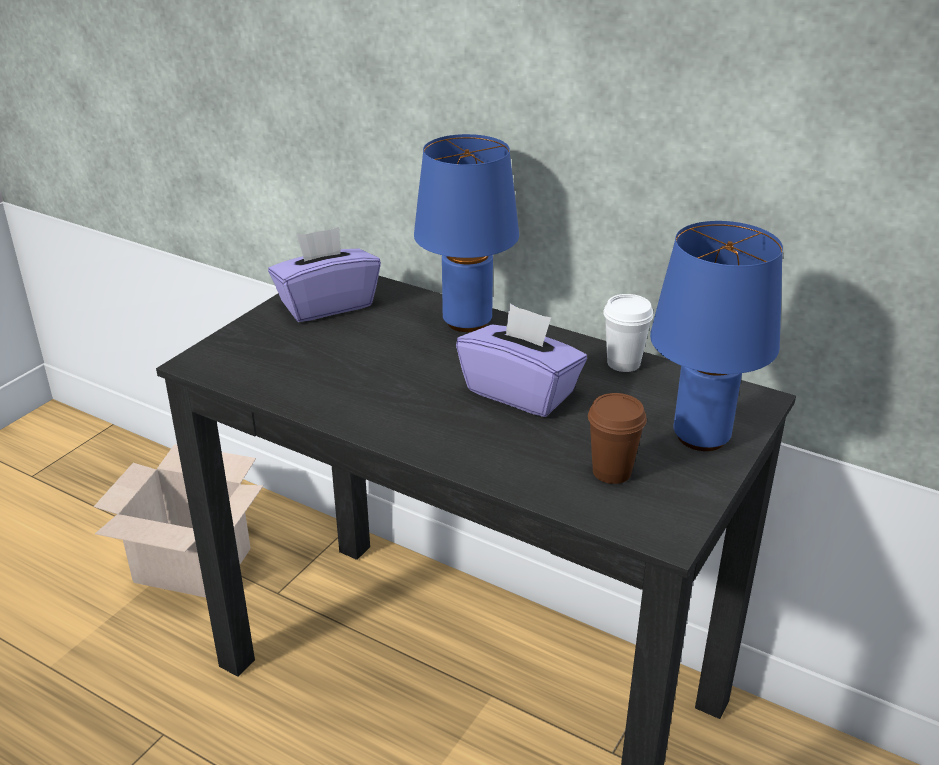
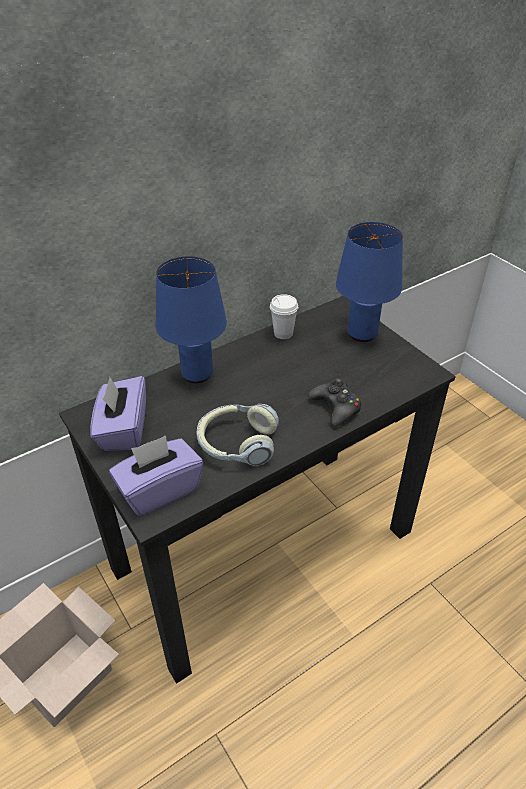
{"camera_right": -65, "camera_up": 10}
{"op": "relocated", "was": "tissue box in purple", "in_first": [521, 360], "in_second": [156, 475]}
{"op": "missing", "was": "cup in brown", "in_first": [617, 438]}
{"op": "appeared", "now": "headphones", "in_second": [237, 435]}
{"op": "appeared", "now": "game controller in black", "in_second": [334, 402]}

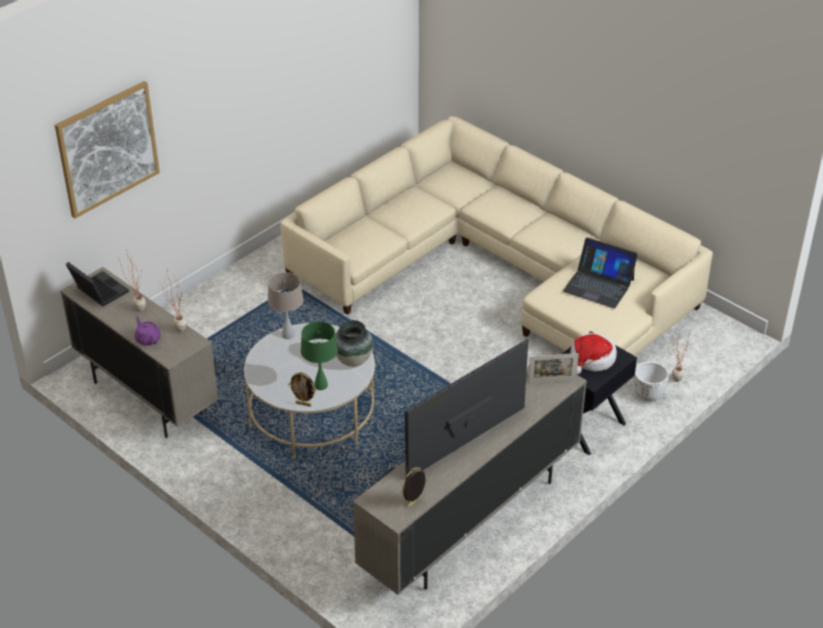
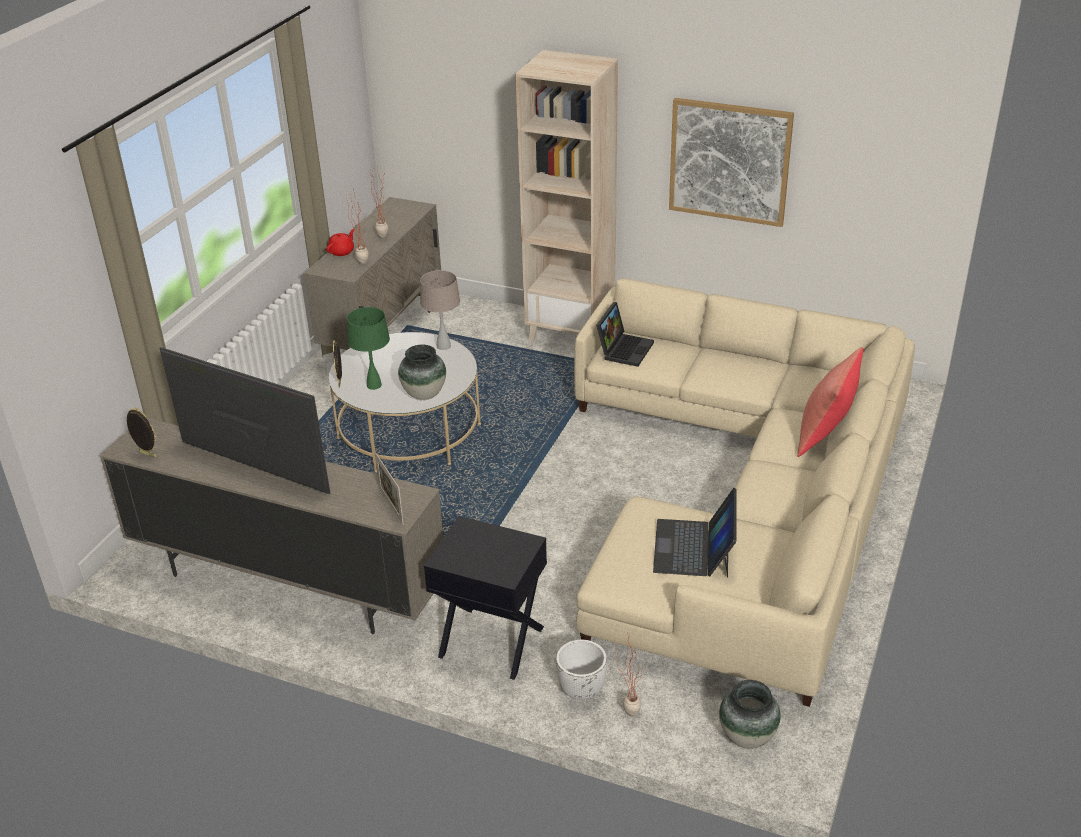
{"camera_right": 70, "camera_up": -5}
{"op": "relocated", "was": "picture", "in_first": [107, 149], "in_second": [731, 162]}
{"op": "relocated", "was": "laptop", "in_first": [97, 284], "in_second": [625, 334]}
{"op": "colour", "was": "teapot in purple", "now": "teapot in red", "in_first": [148, 331], "in_second": [340, 242]}
{"op": "missing", "was": "hat", "in_first": [593, 354]}
{"op": "appeared", "now": "bookcase in beige", "in_second": [566, 196]}
{"op": "appeared", "now": "vase", "in_second": [750, 714]}
{"op": "appeared", "now": "pillow in red", "in_second": [830, 402]}

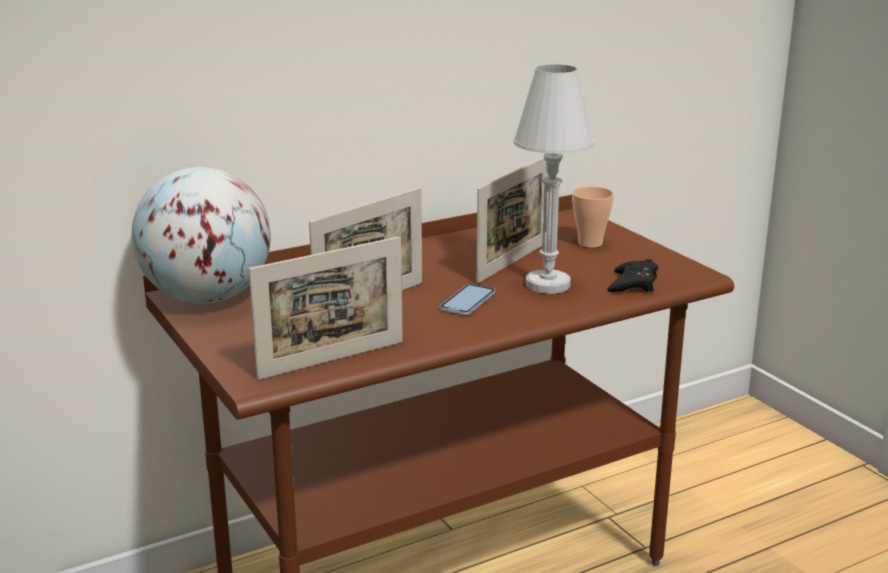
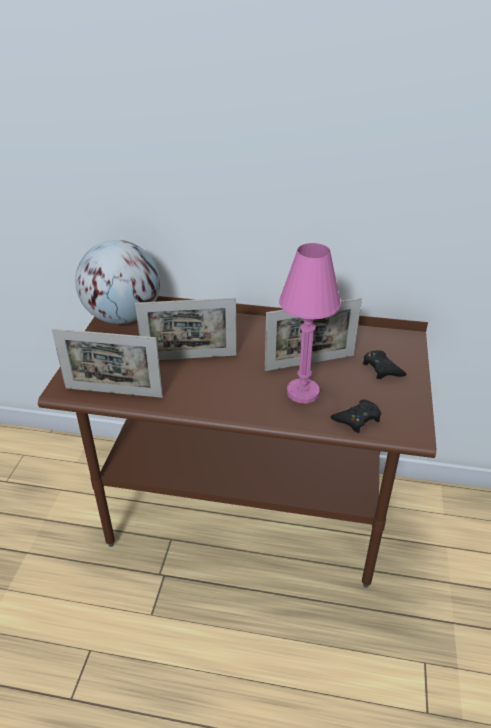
{"camera_right": 40, "camera_up": 15}
{"op": "missing", "was": "phone", "in_first": [467, 299]}
{"op": "colour", "was": "table lamp in white", "now": "table lamp in pink", "in_first": [553, 179], "in_second": [310, 323]}
{"op": "exchanged", "was": "cup", "now": "game controller in black", "in_first": [593, 217], "in_second": [385, 364]}

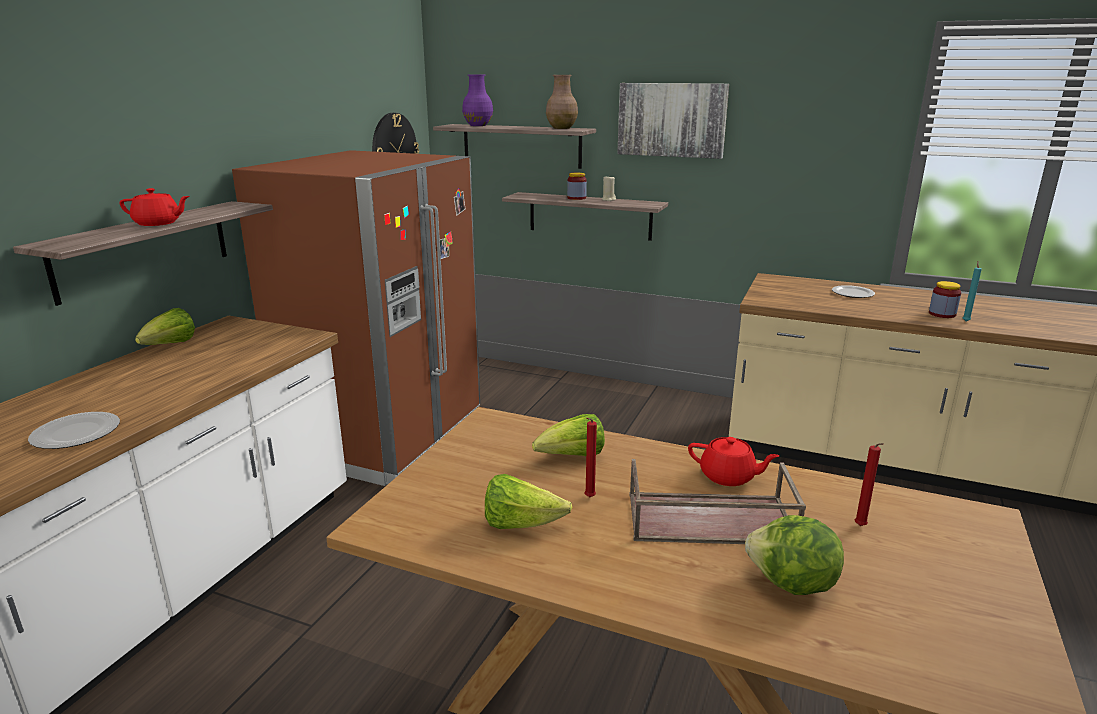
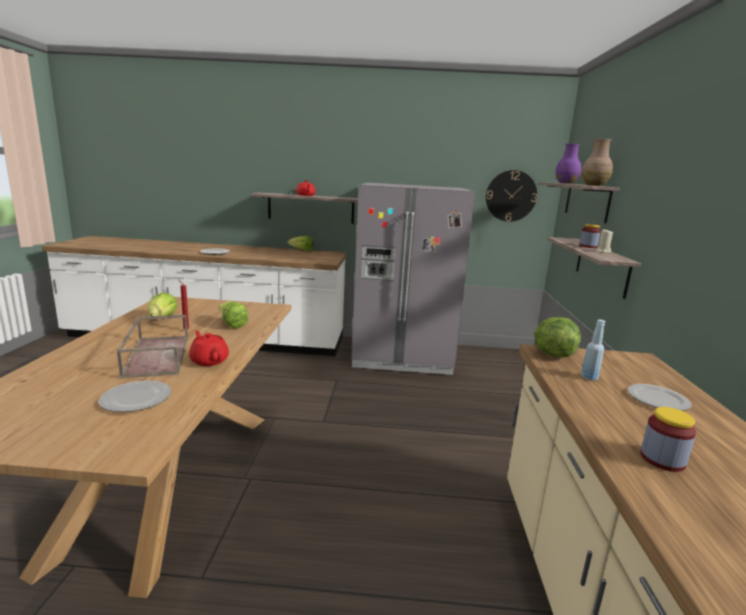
{"camera_right": 70, "camera_up": -5}
{"op": "colour", "was": "fridge in brown", "now": "fridge in grey", "in_first": [356, 318], "in_second": [413, 279]}
{"op": "missing", "was": "picture", "in_first": [673, 121]}
{"op": "spun", "was": "teapot in red", "in_first": [734, 461], "in_second": [209, 348], "clockwise": 135}
{"op": "relocated", "was": "lettuce", "in_first": [794, 555], "in_second": [558, 337]}
{"op": "exchanged", "was": "candle in red", "now": "plate", "in_first": [869, 484], "in_second": [135, 396]}
{"op": "missing", "was": "candle in turquoise", "in_first": [972, 291]}
{"op": "appeared", "now": "bottle in blue", "in_second": [593, 350]}

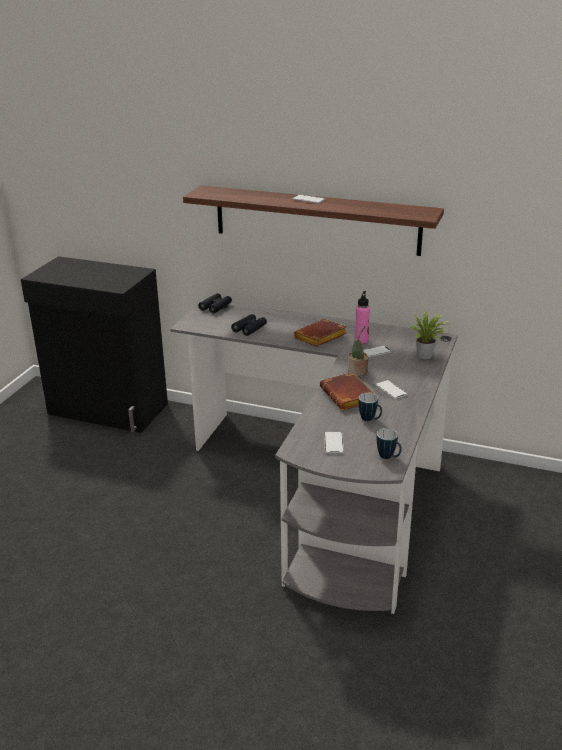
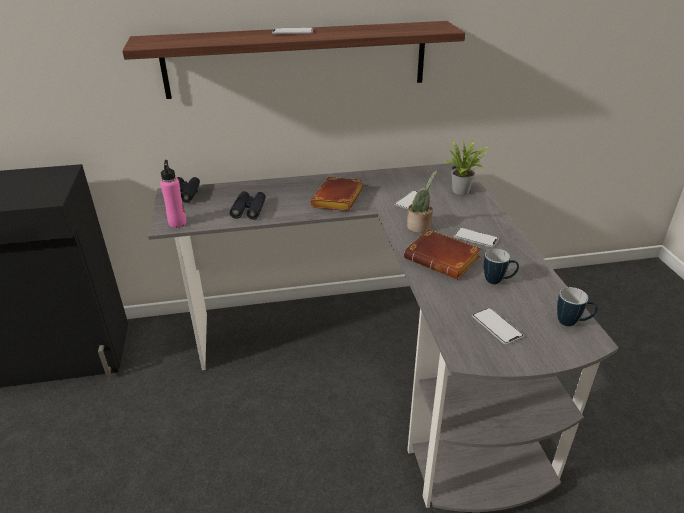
{"camera_right": -30, "camera_up": 5}
{"op": "relocated", "was": "bottle in pink", "in_first": [362, 317], "in_second": [173, 194]}

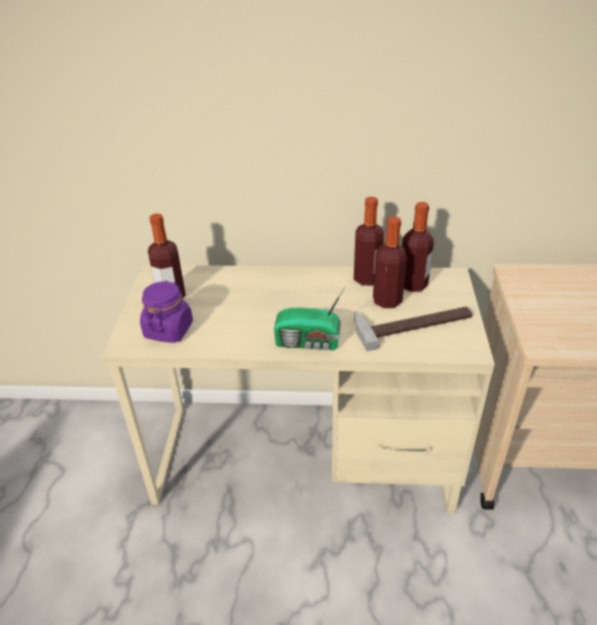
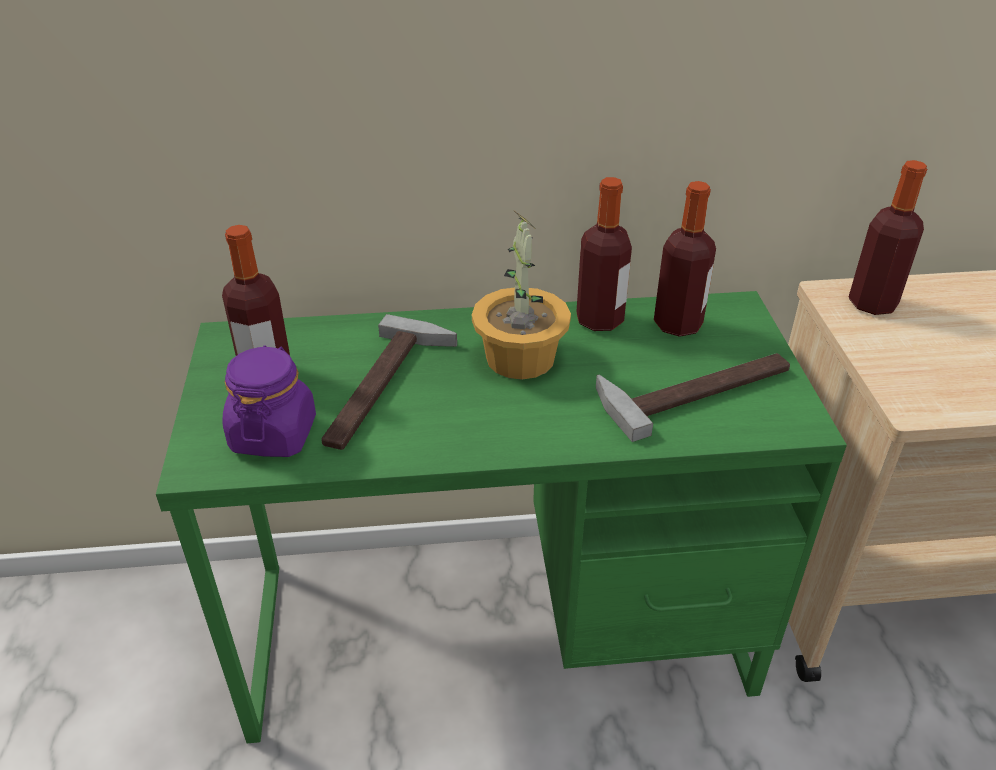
{"camera_right": -10, "camera_up": 0}
{"op": "colour", "was": "desk in beige", "now": "desk in green", "in_first": [298, 389], "in_second": [501, 517]}
{"op": "missing", "was": "radio", "in_first": [309, 318]}
{"op": "relocated", "was": "bottle", "in_first": [390, 262], "in_second": [888, 237]}
{"op": "appeared", "now": "hammer", "in_second": [389, 382]}
{"op": "appeared", "now": "potted plant", "in_second": [521, 294]}

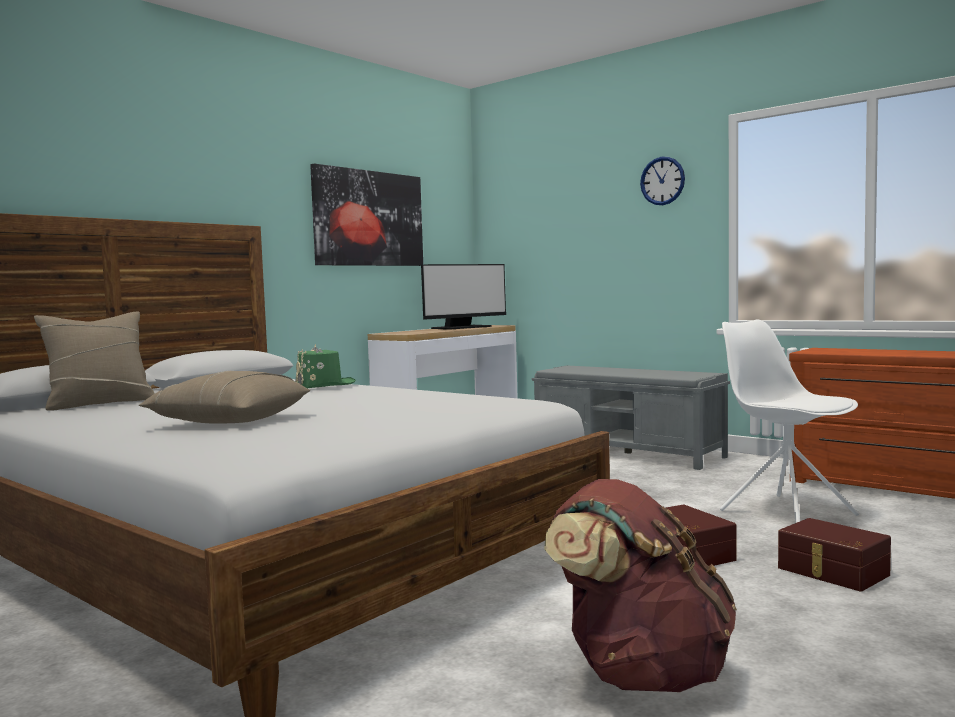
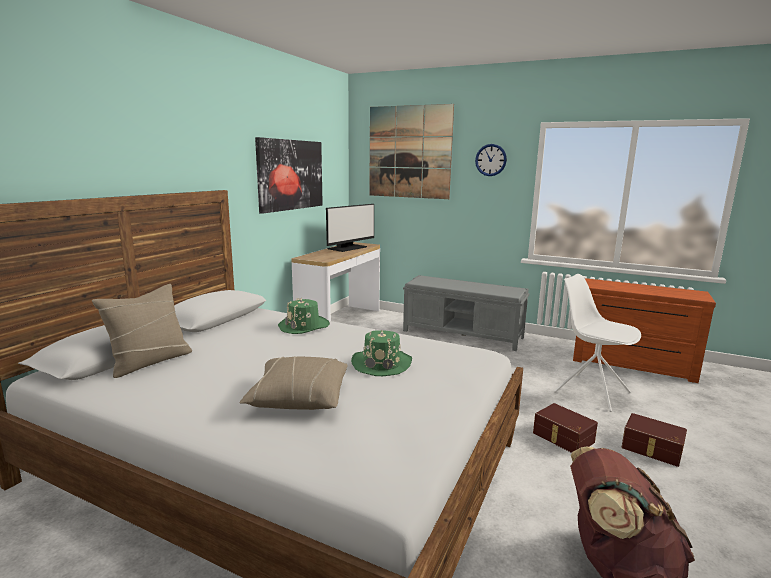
{"camera_right": -15, "camera_up": 10}
{"op": "appeared", "now": "hat in green", "in_second": [381, 353]}
{"op": "appeared", "now": "picture", "in_second": [411, 151]}

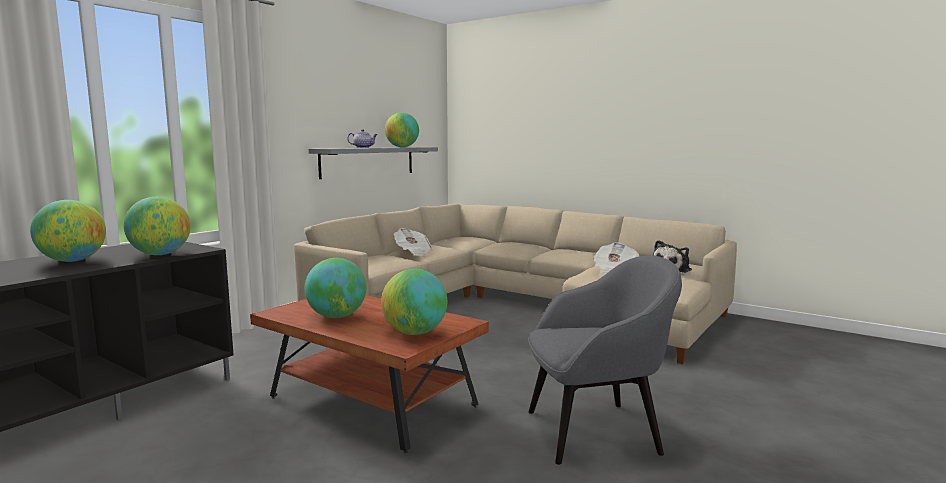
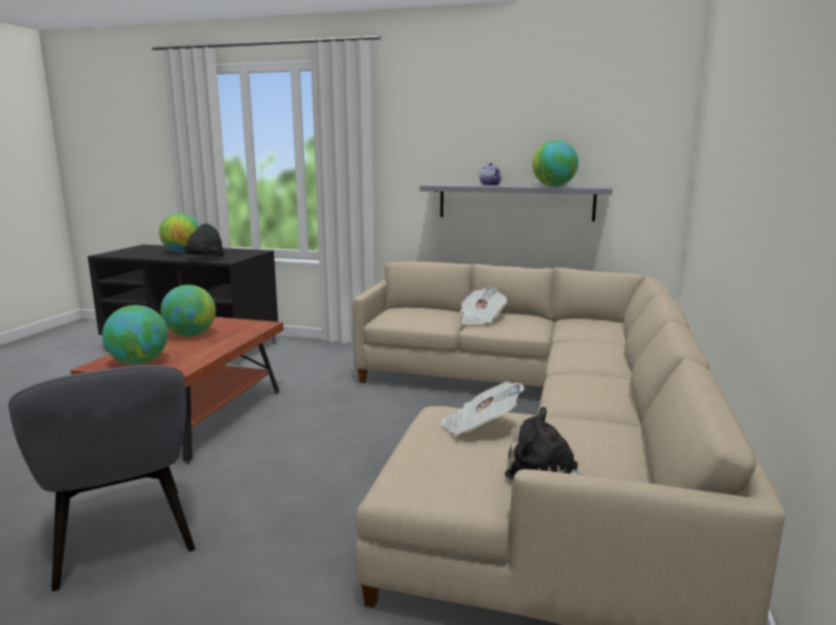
{"camera_right": 70, "camera_up": 5}
{"op": "exchanged", "was": "globe", "now": "hat in black", "in_first": [157, 226], "in_second": [203, 239]}

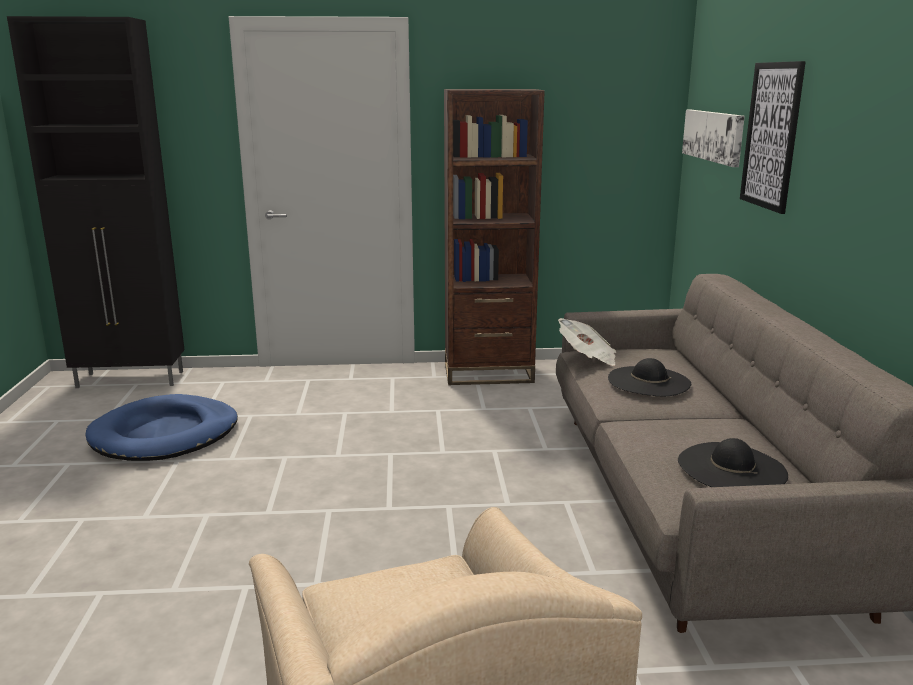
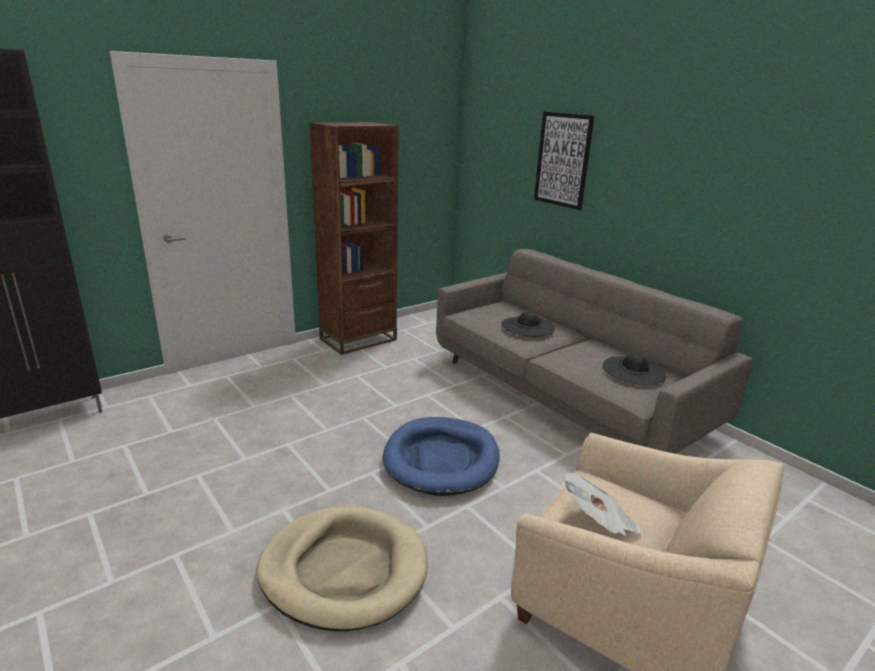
{"camera_right": -35, "camera_up": 5}
{"op": "relocated", "was": "dog bed in blue", "in_first": [161, 427], "in_second": [441, 456]}
{"op": "relocated", "was": "newspaper", "in_first": [587, 342], "in_second": [601, 504]}
{"op": "missing", "was": "picture", "in_first": [713, 138]}
{"op": "appeared", "now": "dog bed in beige", "in_second": [342, 568]}

